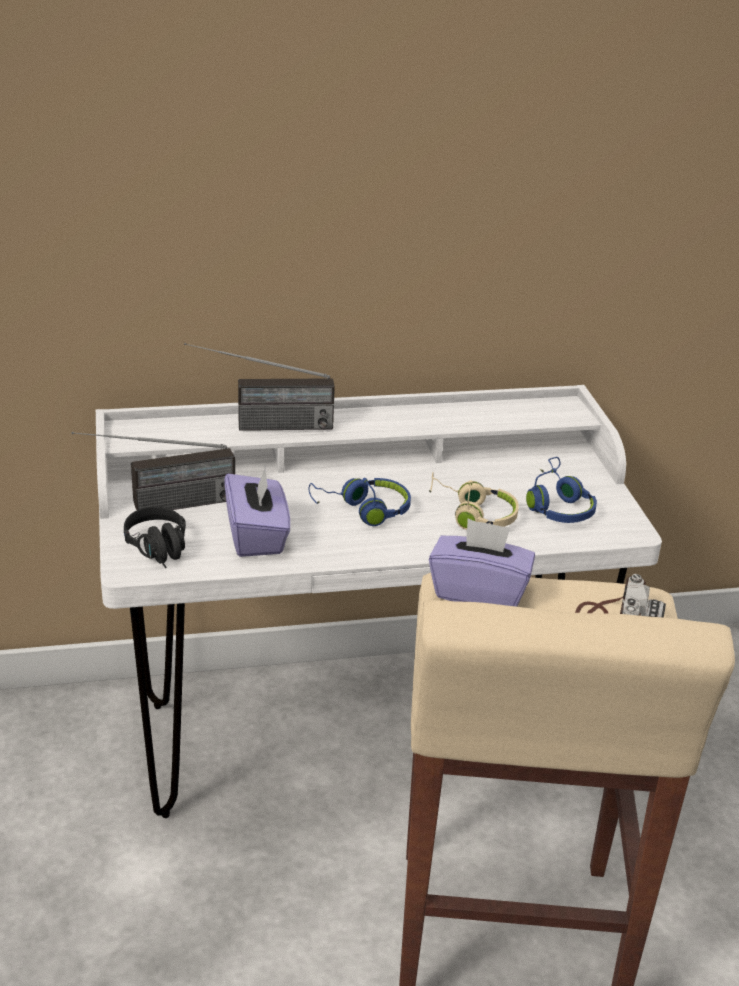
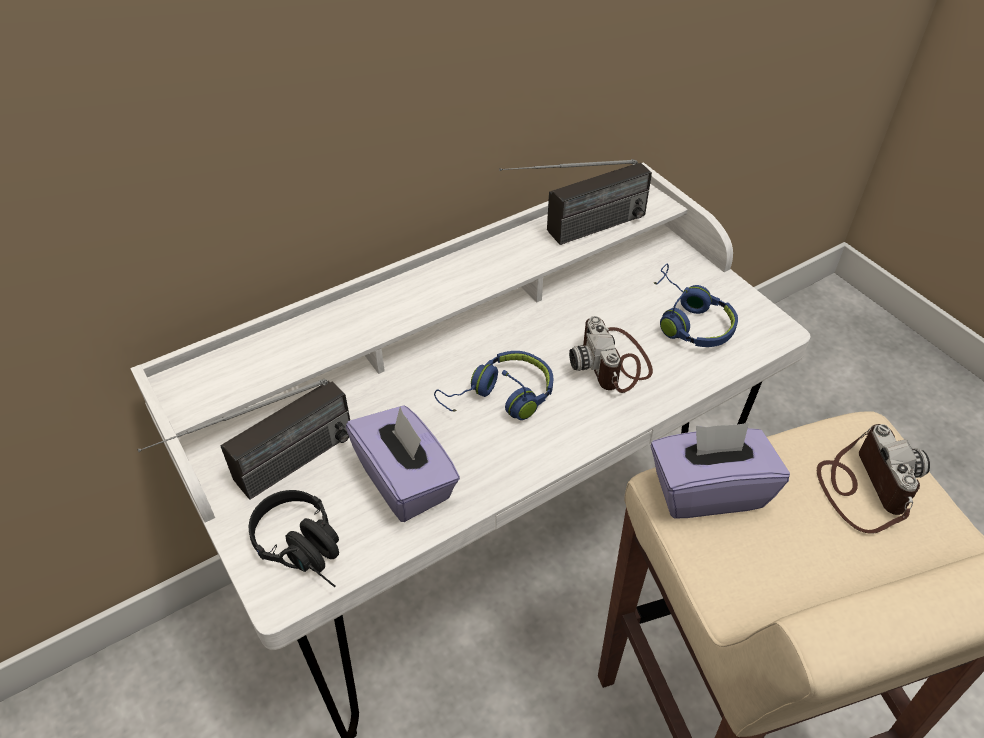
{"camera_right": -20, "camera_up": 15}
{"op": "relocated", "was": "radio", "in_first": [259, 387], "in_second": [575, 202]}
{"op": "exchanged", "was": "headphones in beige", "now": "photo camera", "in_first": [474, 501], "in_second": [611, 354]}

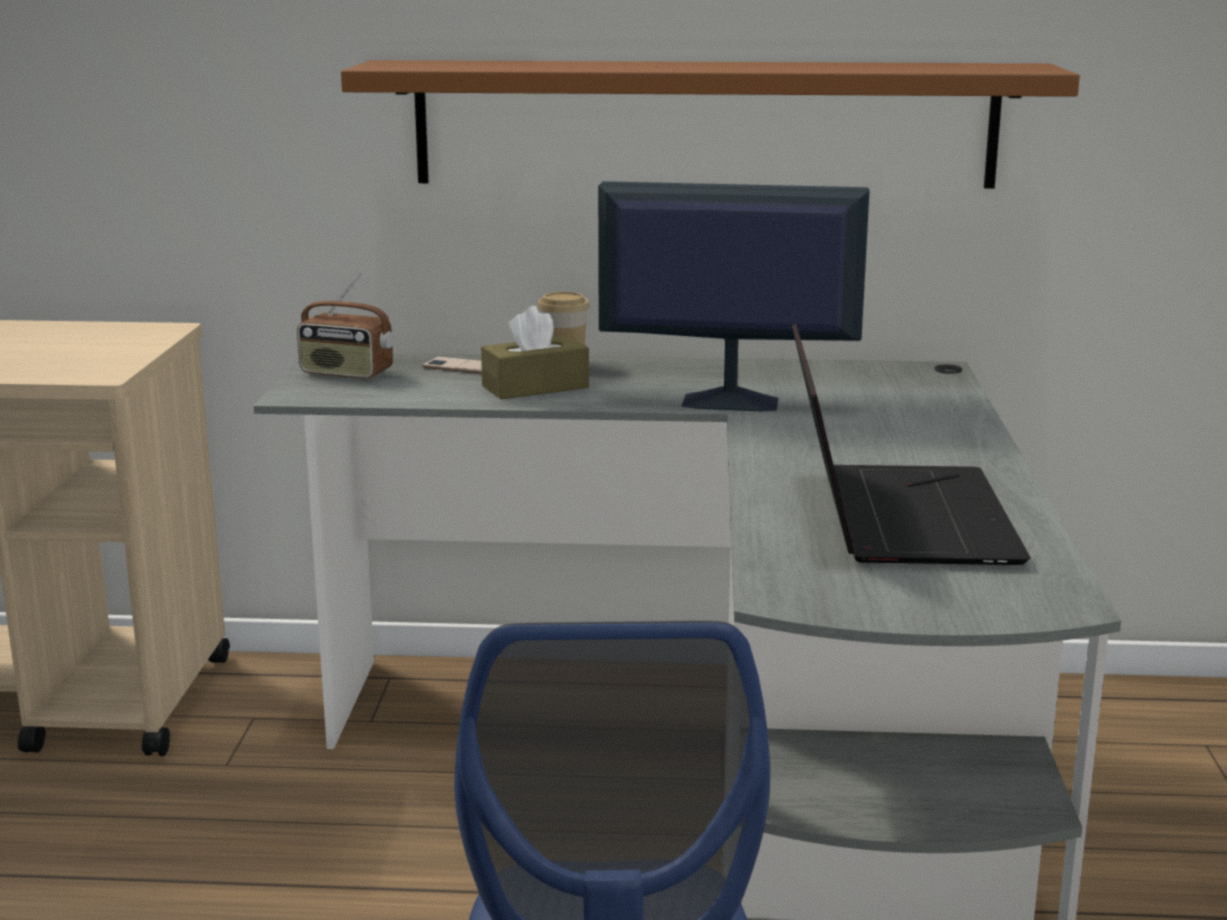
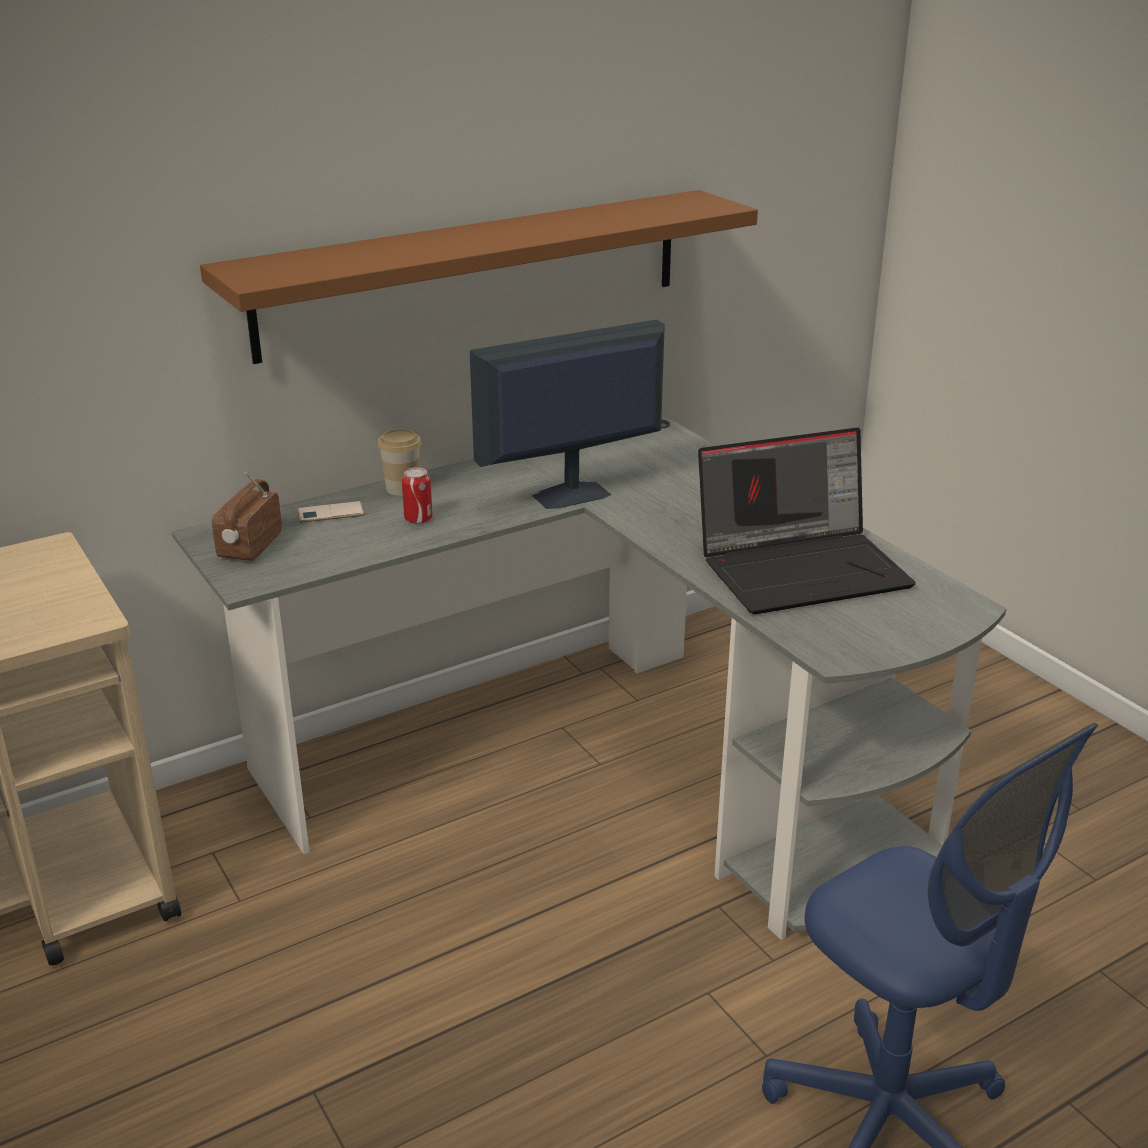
{"camera_right": -35, "camera_up": 10}
{"op": "spun", "was": "radio", "in_first": [345, 325], "in_second": [247, 516], "clockwise": 120}
{"op": "exchanged", "was": "tissue box in brown", "now": "can", "in_first": [535, 352], "in_second": [417, 495]}
{"op": "spun", "was": "laptop", "in_first": [911, 444], "in_second": [807, 521], "clockwise": 105}

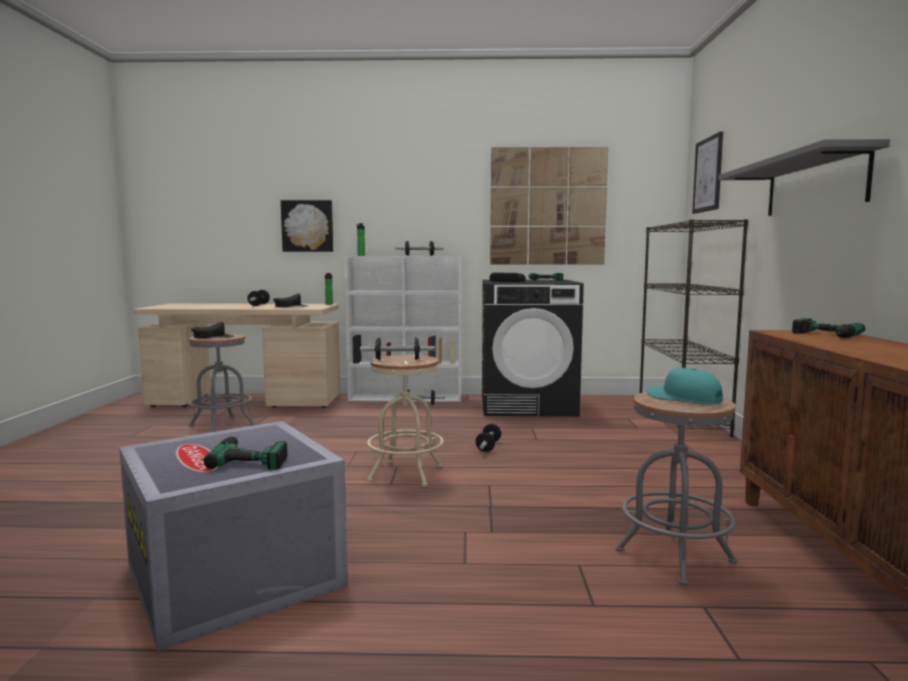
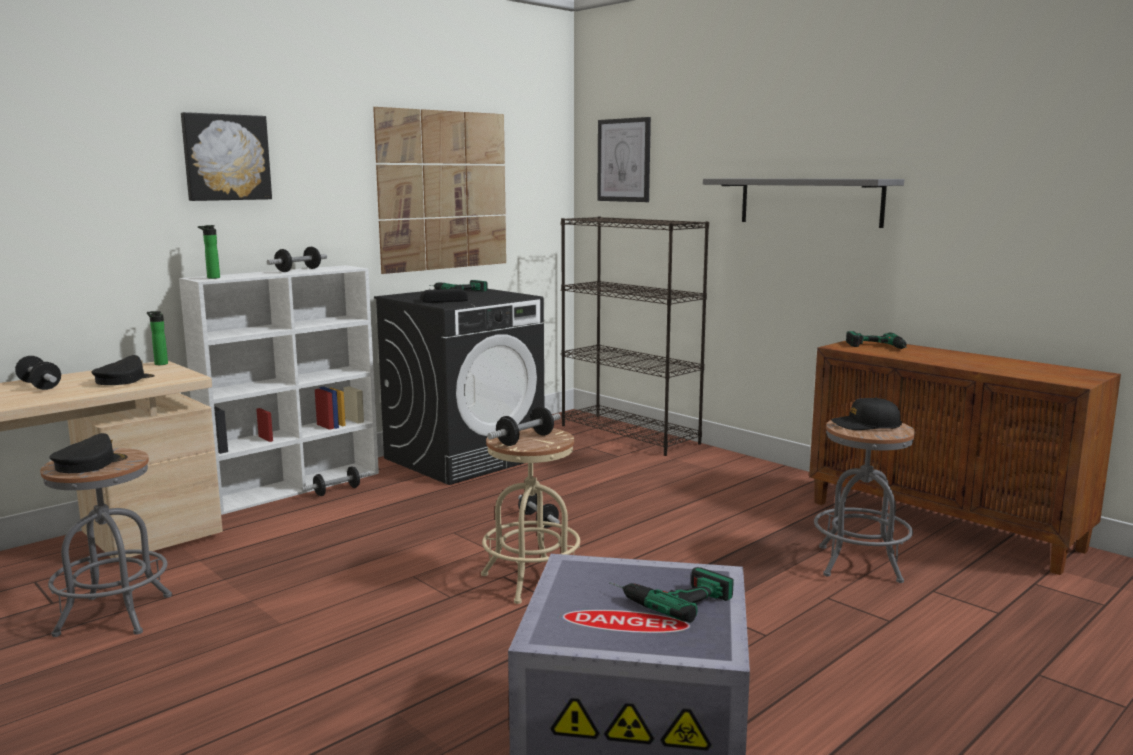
{"camera_right": -45, "camera_up": 5}
{"op": "relocated", "was": "picture", "in_first": [307, 226], "in_second": [226, 156]}
{"op": "colour", "was": "cap in turquoise", "now": "cap in black", "in_first": [684, 386], "in_second": [866, 414]}

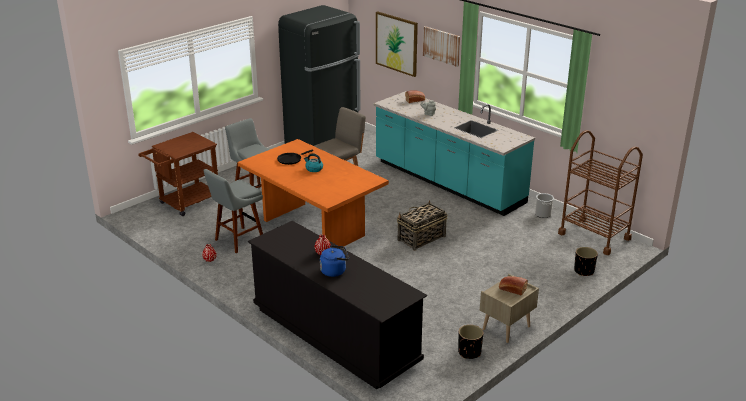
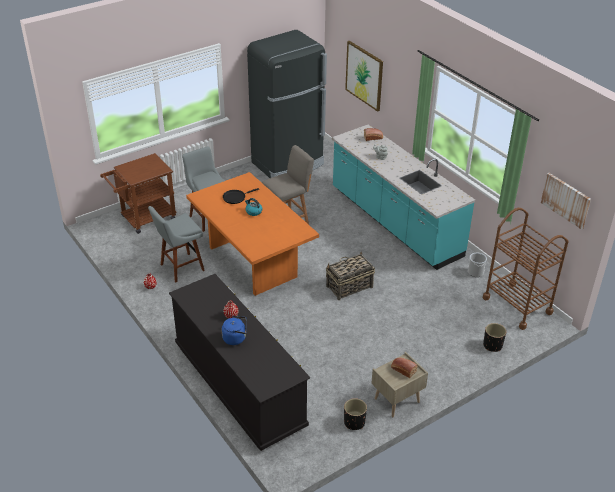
{"camera_right": 10, "camera_up": 10}
{"op": "relocated", "was": "picture", "in_first": [441, 46], "in_second": [566, 201]}

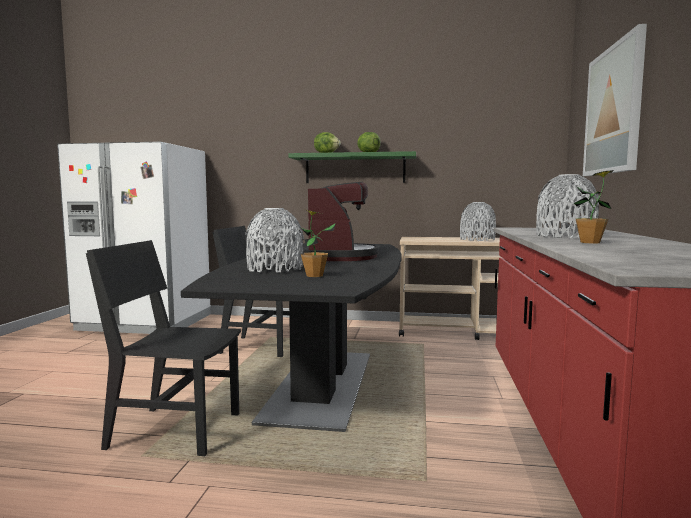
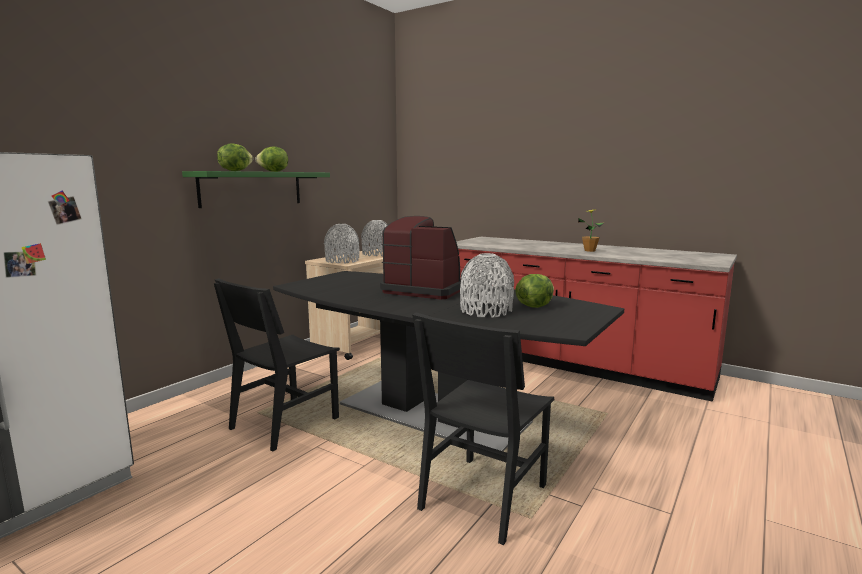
{"camera_right": -65, "camera_up": 5}
{"op": "exchanged", "was": "potted plant", "now": "lettuce", "in_first": [318, 243], "in_second": [534, 291]}
{"op": "relocated", "was": "vase in grey", "in_first": [567, 206], "in_second": [342, 244]}
{"op": "missing", "was": "picture", "in_first": [615, 100]}

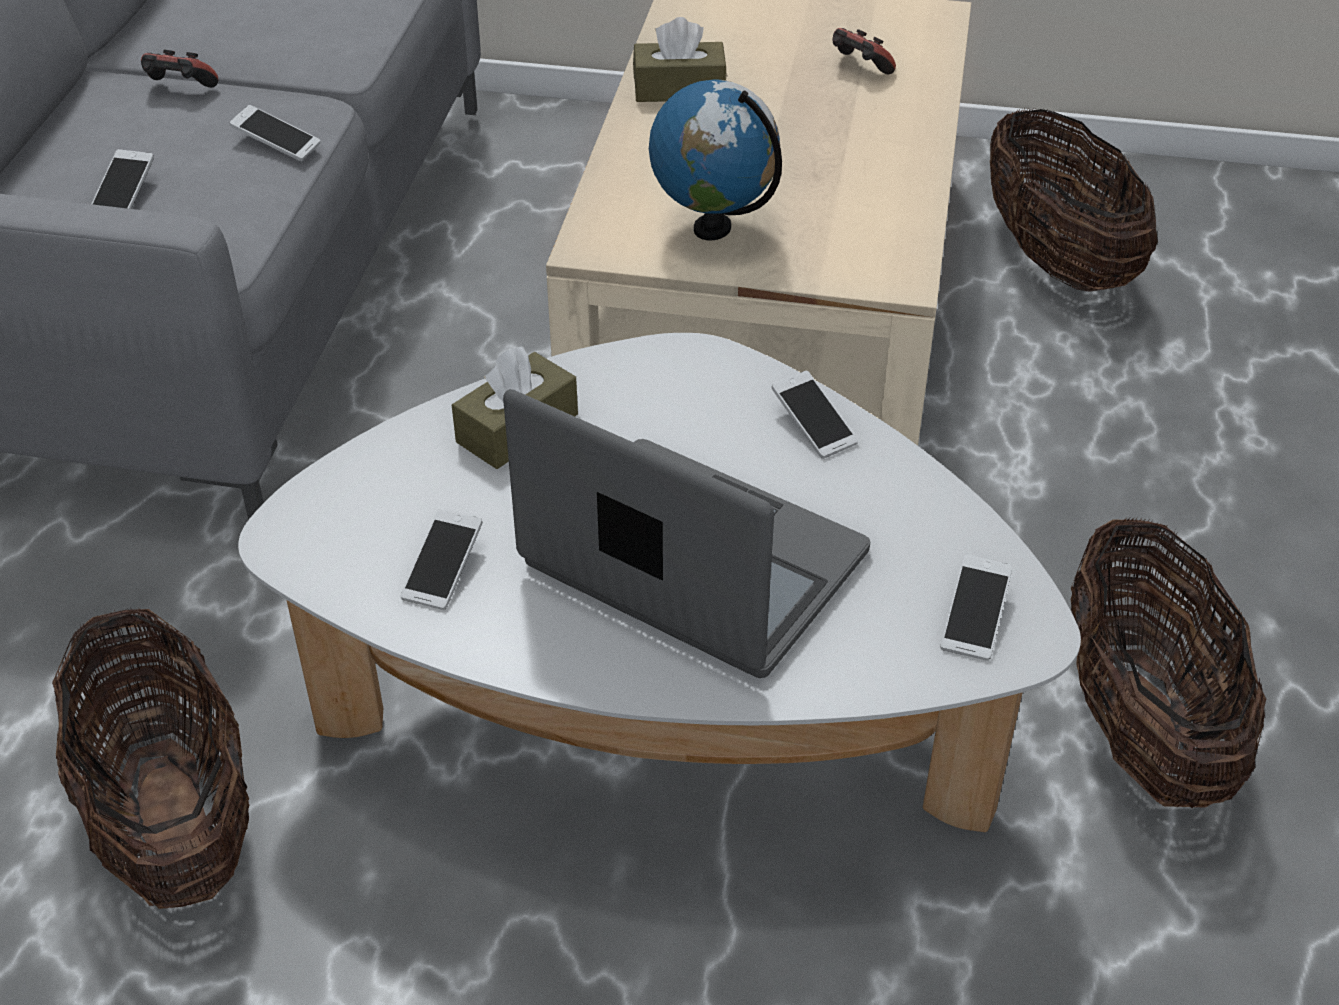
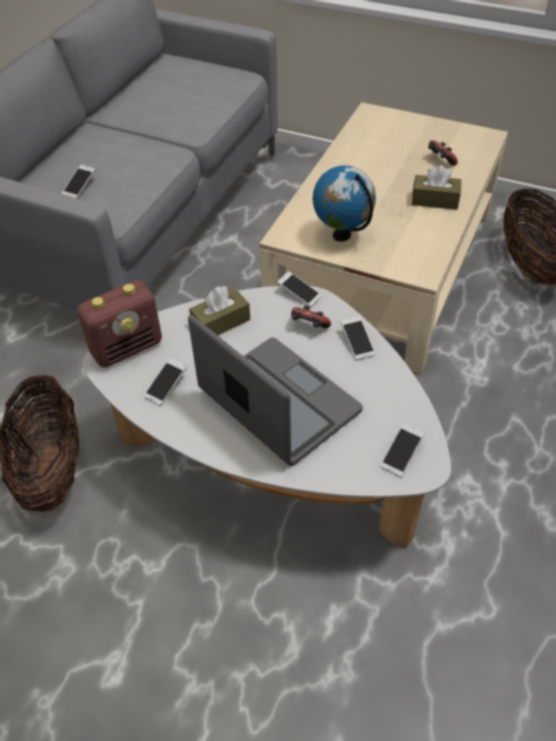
{"camera_right": 15, "camera_up": 5}
{"op": "relocated", "was": "game controller", "in_first": [179, 68], "in_second": [311, 317]}
{"op": "relocated", "was": "phone", "in_first": [274, 133], "in_second": [299, 289]}
{"op": "relocated", "was": "tissue box in brown", "in_first": [680, 59], "in_second": [437, 188]}
{"op": "missing", "was": "basket", "in_first": [1168, 663]}
{"op": "appeared", "now": "radio", "in_second": [119, 323]}

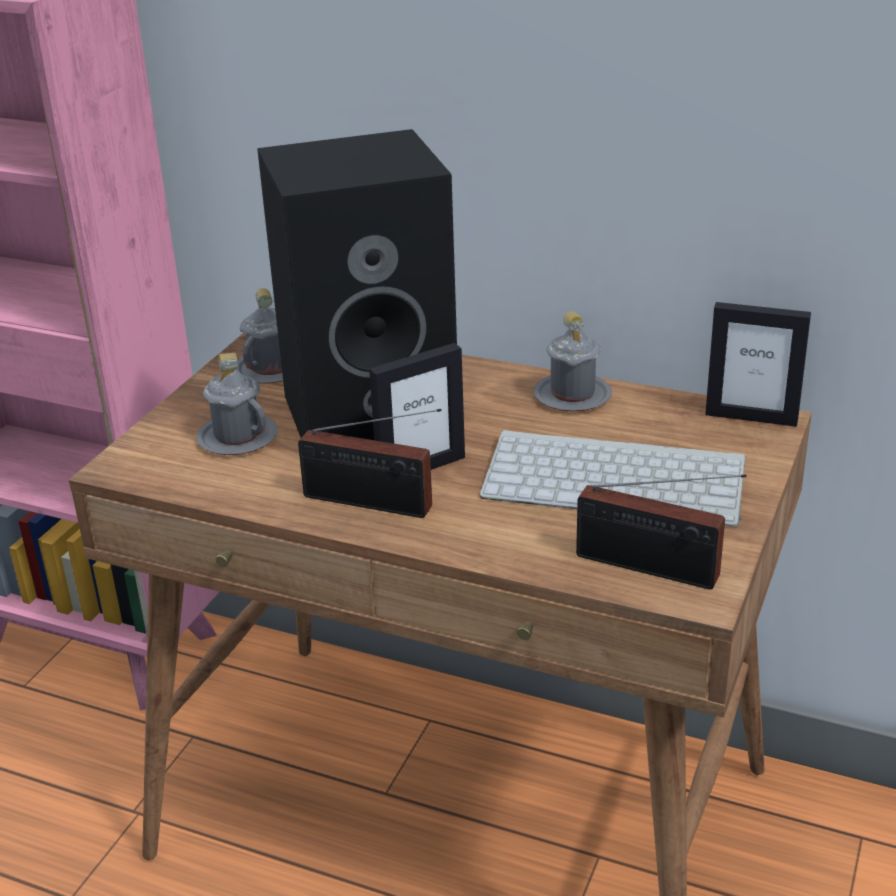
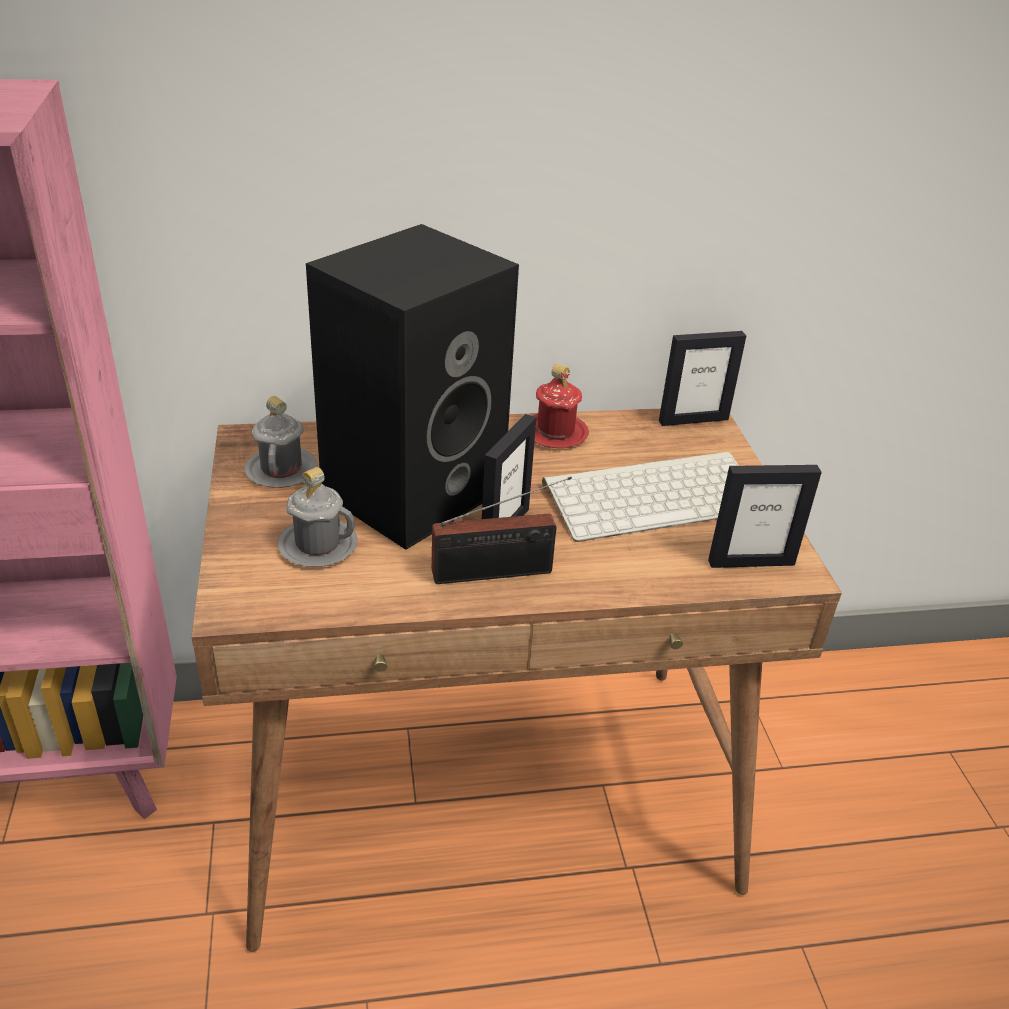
{"camera_right": -35, "camera_up": 5}
{"op": "colour", "was": "mug in grey", "now": "mug in red", "in_first": [572, 361], "in_second": [561, 406]}
{"op": "exchanged", "was": "radio", "now": "picture frame", "in_first": [661, 532], "in_second": [765, 516]}

